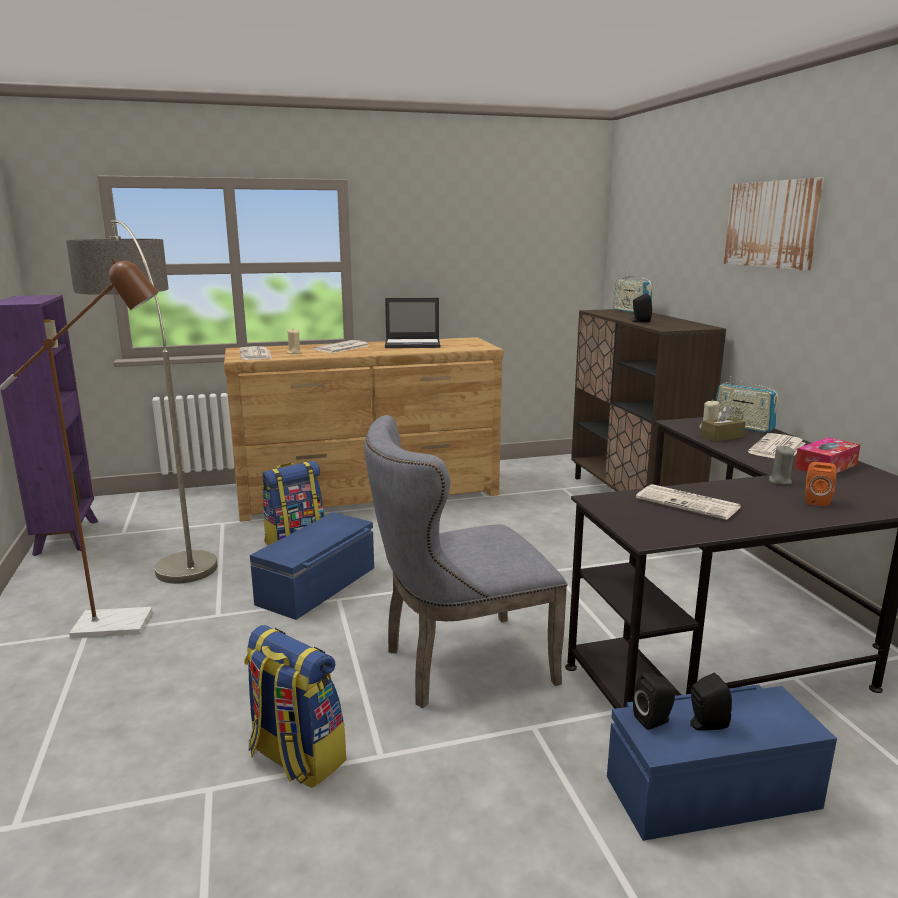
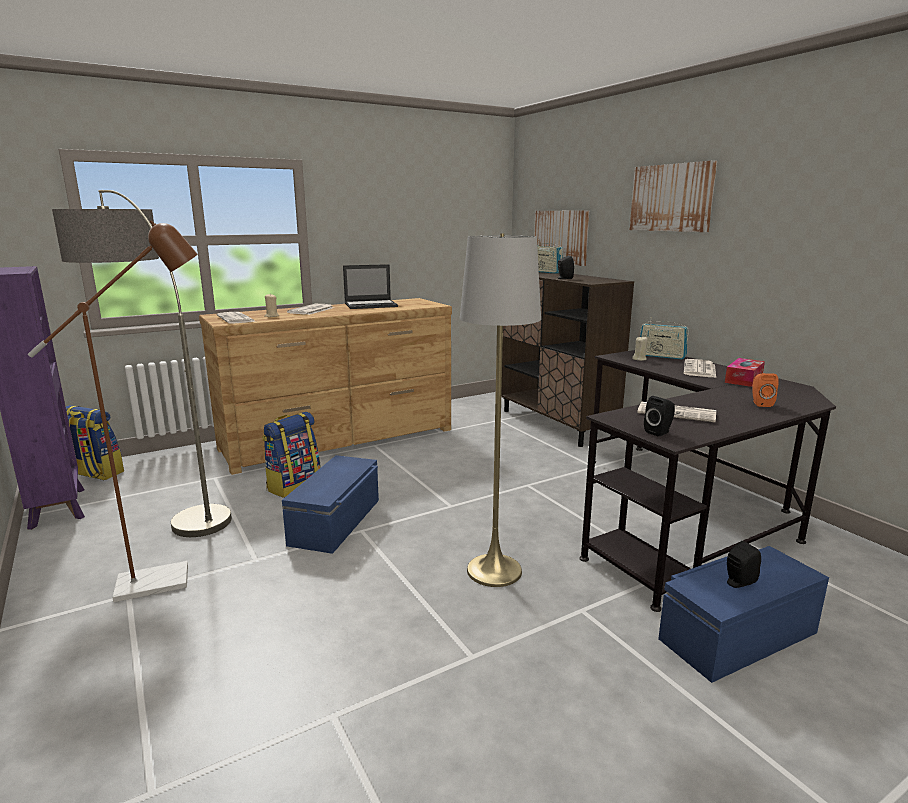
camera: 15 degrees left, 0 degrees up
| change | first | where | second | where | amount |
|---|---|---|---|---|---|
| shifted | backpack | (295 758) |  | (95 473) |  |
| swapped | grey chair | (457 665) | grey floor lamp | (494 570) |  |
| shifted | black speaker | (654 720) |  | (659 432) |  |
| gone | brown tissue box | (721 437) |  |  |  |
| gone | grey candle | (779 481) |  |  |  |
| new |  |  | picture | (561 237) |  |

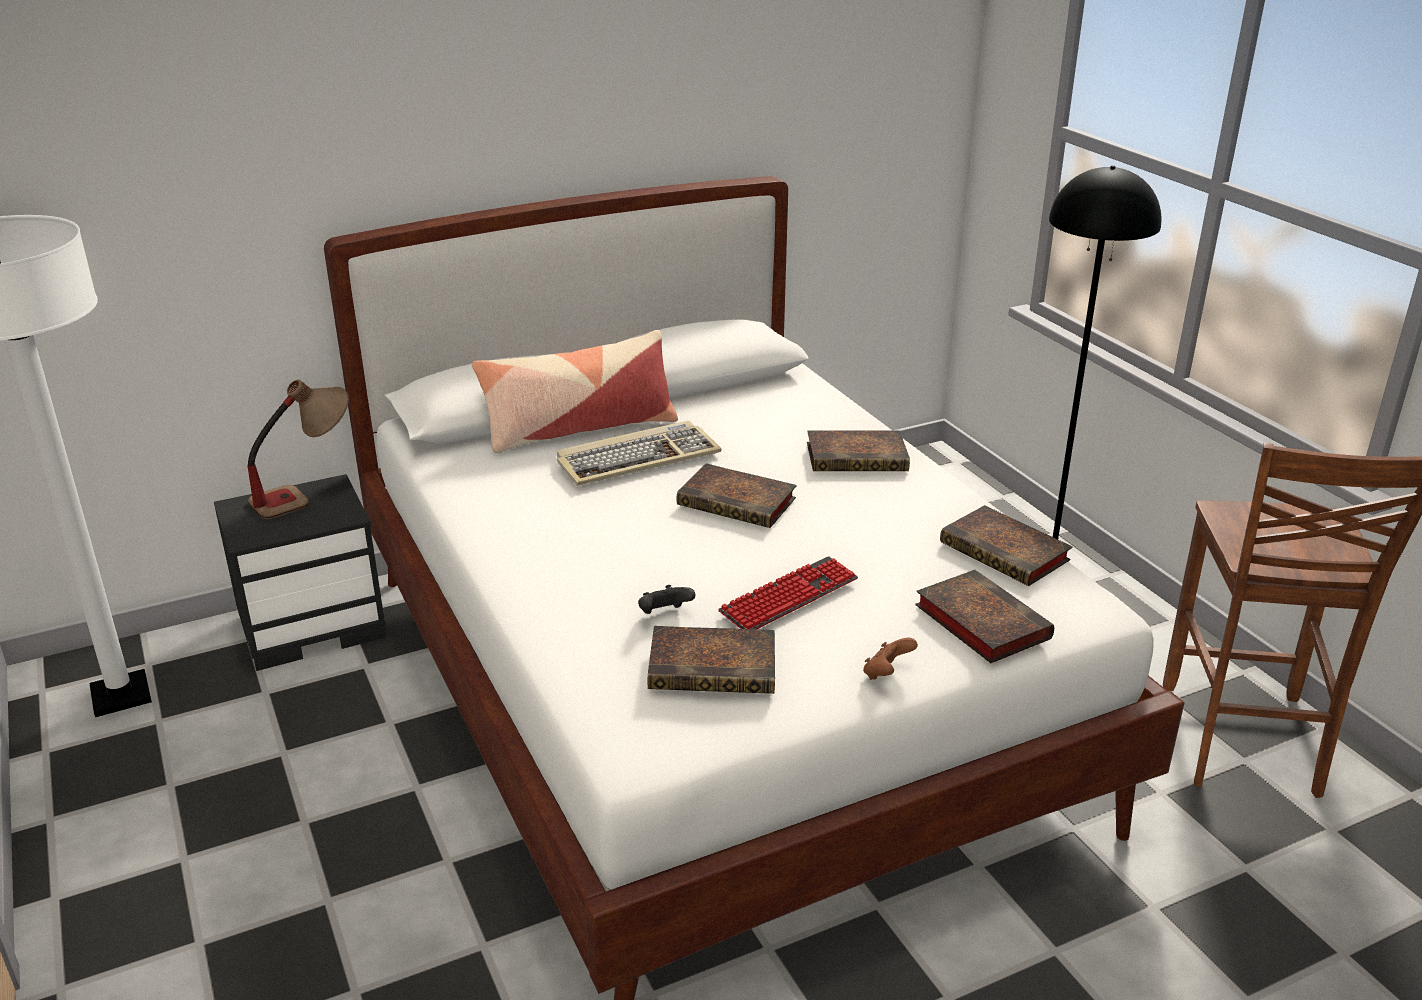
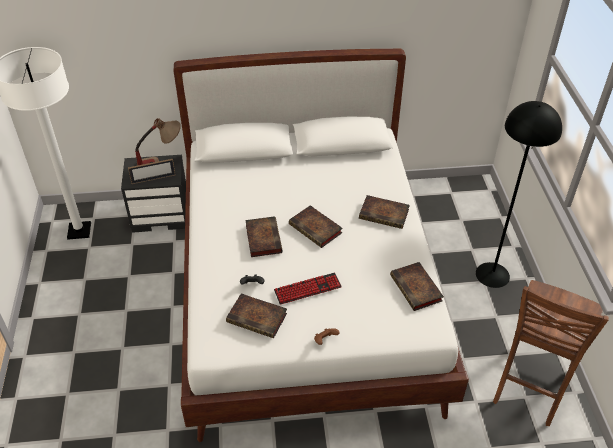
camera: 20 degrees right, 15 degrees up
| change | first | where | second | where | amount |
|---|---|---|---|---|---|
| gone | pillow | (579 429) |  |  |  |
| gone | keyboard | (638 458) |  |  |  |
| shifted | book | (978 621) |  | (263 238) |  |
| new |  |  | picture frame | (153 179) |  |

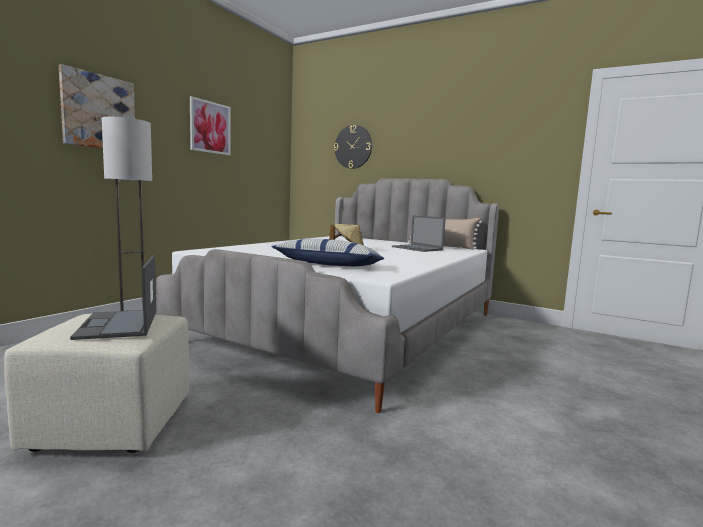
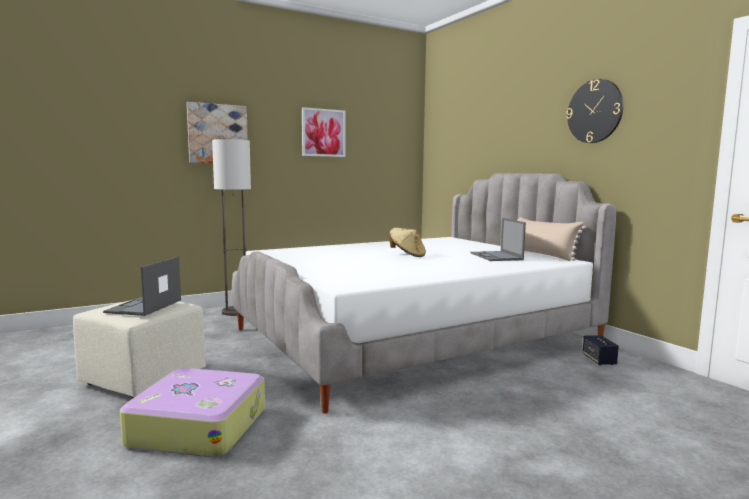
camera: 30 degrees right, 0 degrees up
| change | first | where | second | where | amount |
|---|---|---|---|---|---|
| gone | pillow | (328 265) |  |  |  |
| shifted | wall clock | (353 147) |  | (594 111) |  |
| new |  |  | suitcase | (198 426) |  |
| new |  |  | speaker | (599 360) |  |

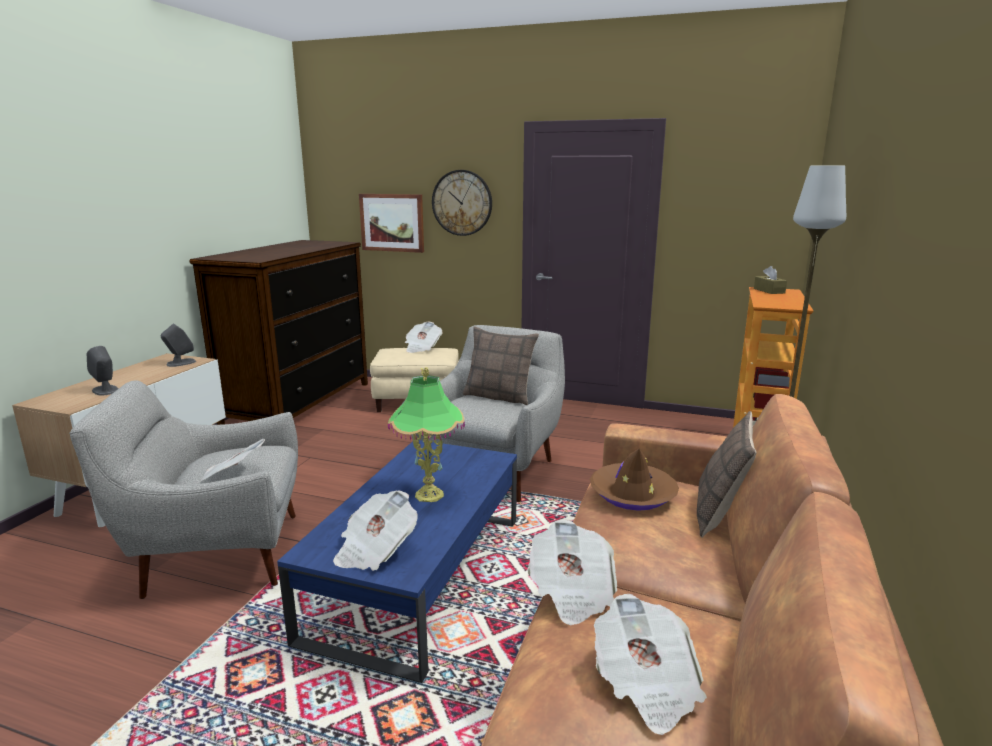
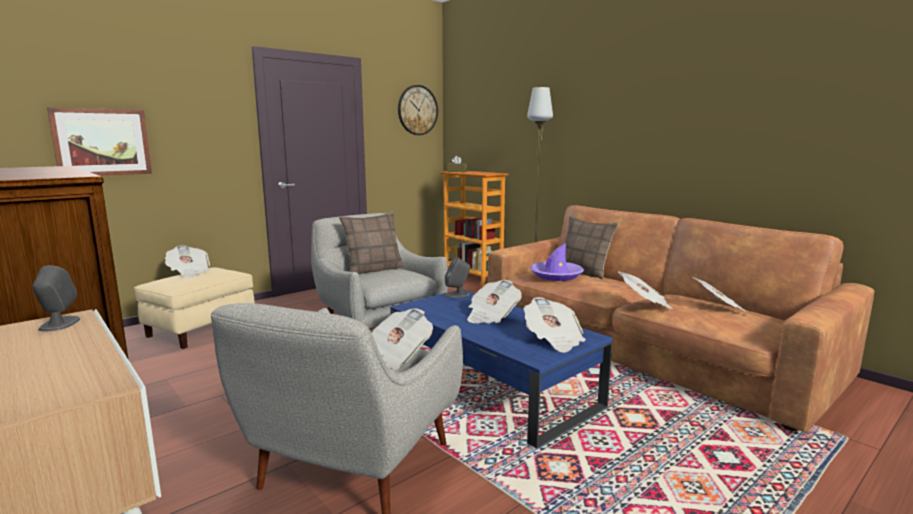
camera: 60 degrees left, 5 degrees down
| change | first | where | second | where | amount |
|---|---|---|---|---|---|
| shifted | grey speaker | (106 390) |  | (457 294) |  |
| swapped | table lamp | (428 495) | newspaper | (491 316) |  |
| shifted | wall clock | (462 203) |  | (417 110) |  |
| repainted | brown hat | (632 494) | purple hat | (556 275) |  |

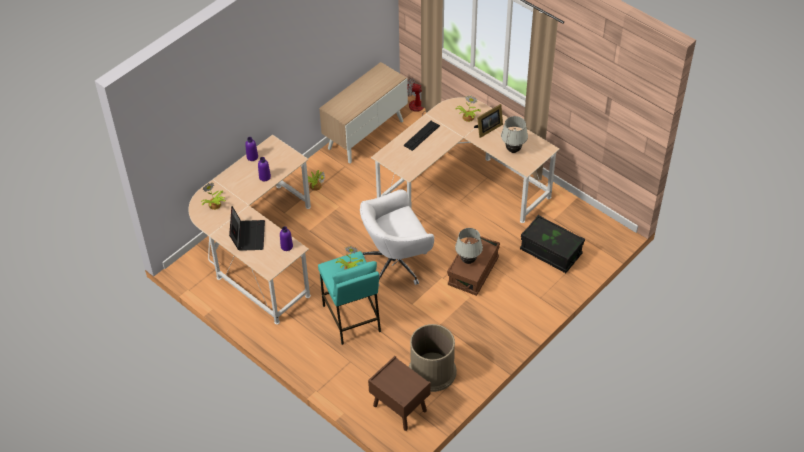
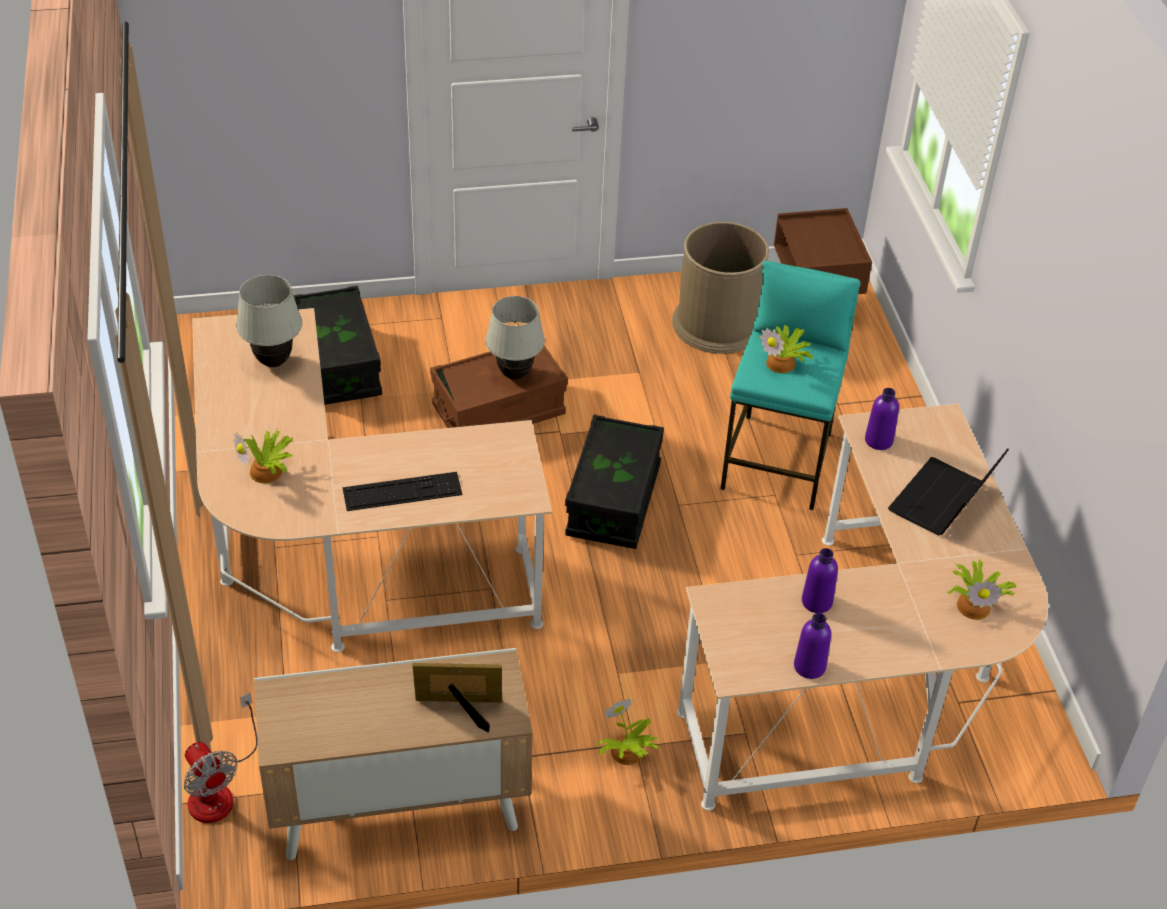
camera: 145 degrees left, 5 degrees down
| change | first | where | second | where | amount |
|---|---|---|---|---|---|
| swapped | white office chair | (396 263) | black storage box | (613 501) |  |
| shifted | picture frame | (487 129) |  | (461 709) |  |

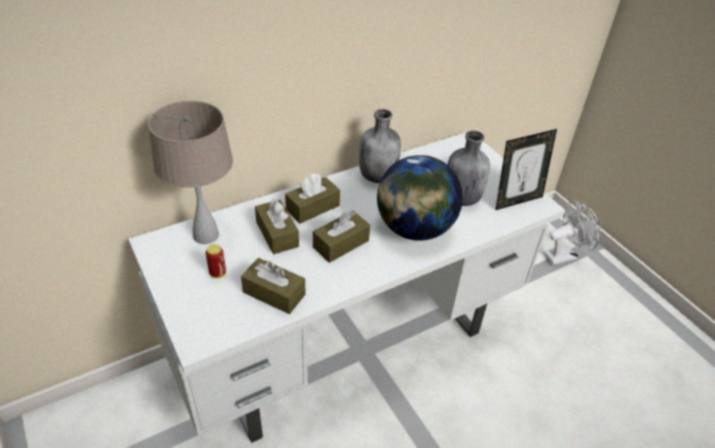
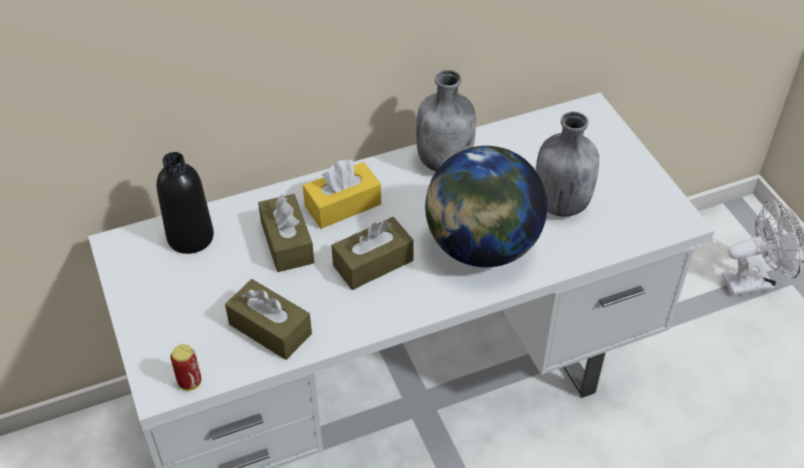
camera: 10 degrees right, 5 degrees up
| change | first | where | second | where | amount |
|---|---|---|---|---|---|
| swapped | beige table lamp | (206 235) | black bottle | (190 237) |  |
| shifted | can | (218 273) |  | (190 382) |  |
| repainted | brown tissue box | (312 207) | yellow tissue box | (343 205) |  |
| gone | picture frame | (516 200) |  |  |  |

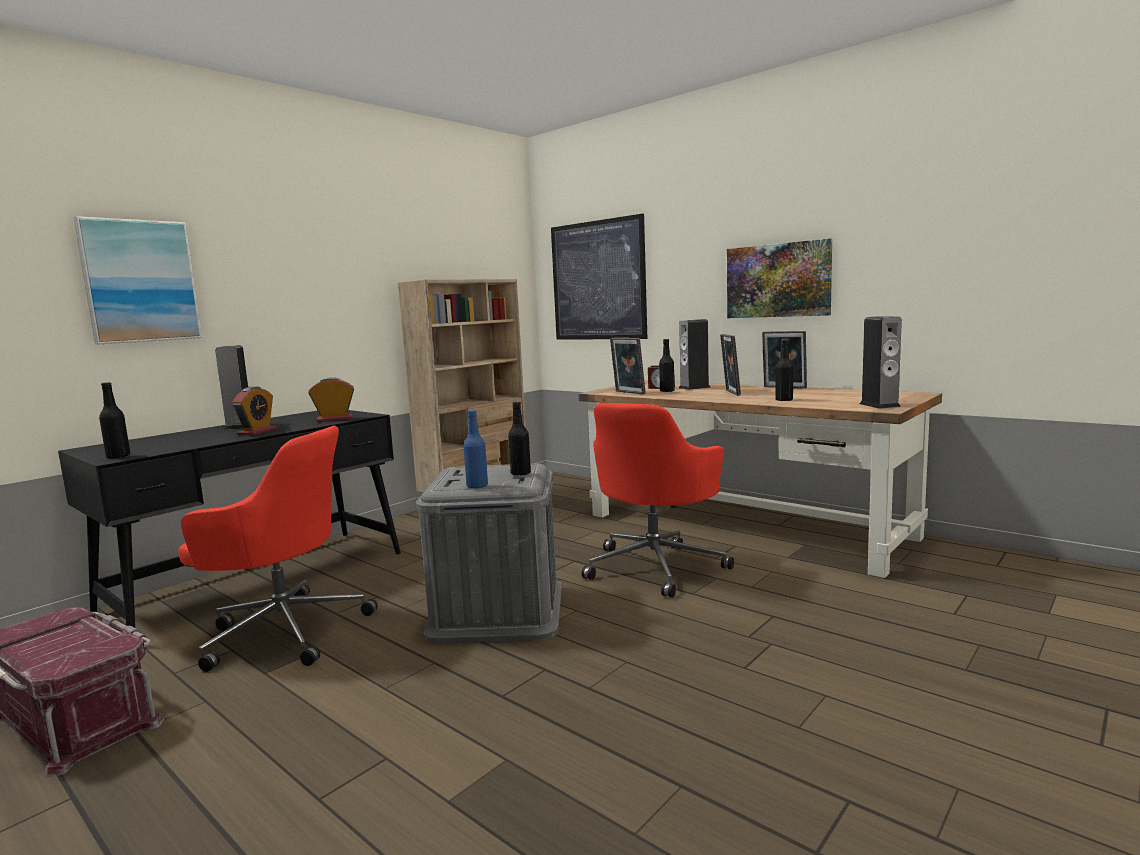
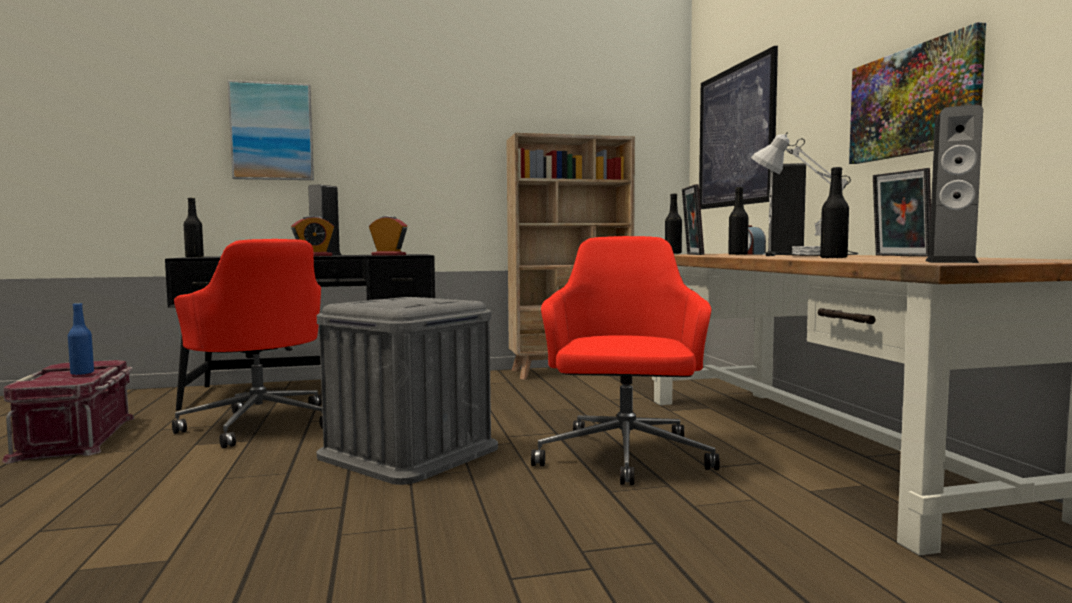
camera: 35 degrees right, 5 degrees down
| change | first | where | second | where | amount |
|---|---|---|---|---|---|
| shifted | blue bottle | (477 486) |  | (82 373) |  |
| shifted | black bottle | (520 473) |  | (673 254) |  |
| rotated | red office chair | (656 566) |  | (624 457) | 120 degrees clockwise |
| swapped | picture frame | (730 393) | white table lamp | (802 256) |  |

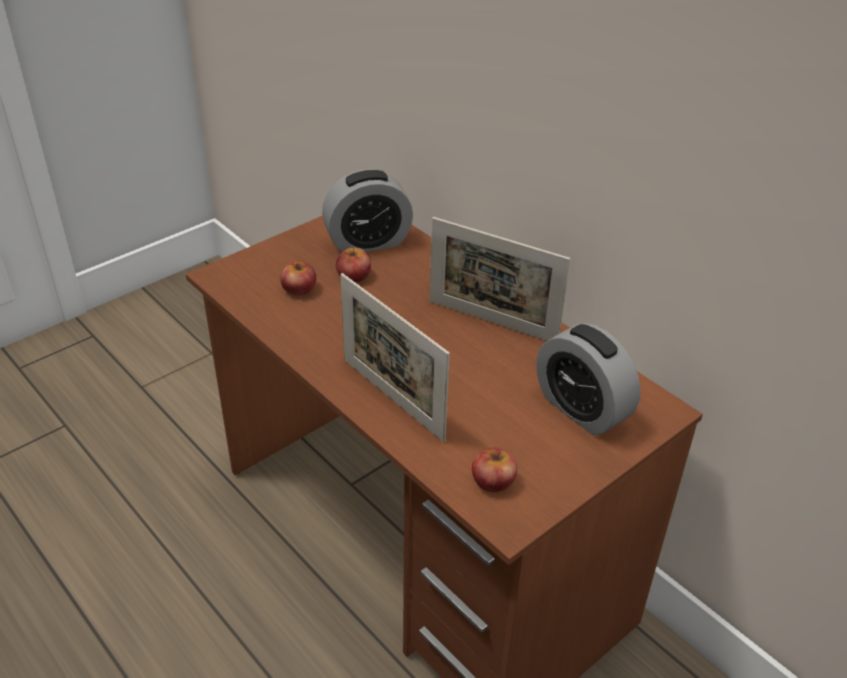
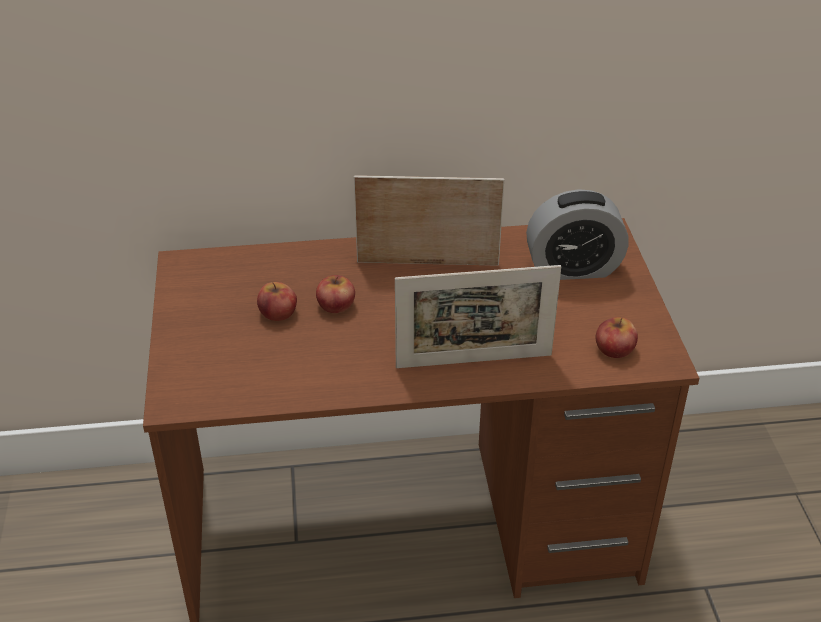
camera: 55 degrees left, 0 degrees up
| change | first | where | second | where | amount |
|---|---|---|---|---|---|
| shifted | apple | (299 288) |  | (336 305) |  |
| gone | alarm clock | (368 242) |  |  |  |
| rotated | picture frame | (492 322) |  | (427 263) | 150 degrees counterclockwise |

